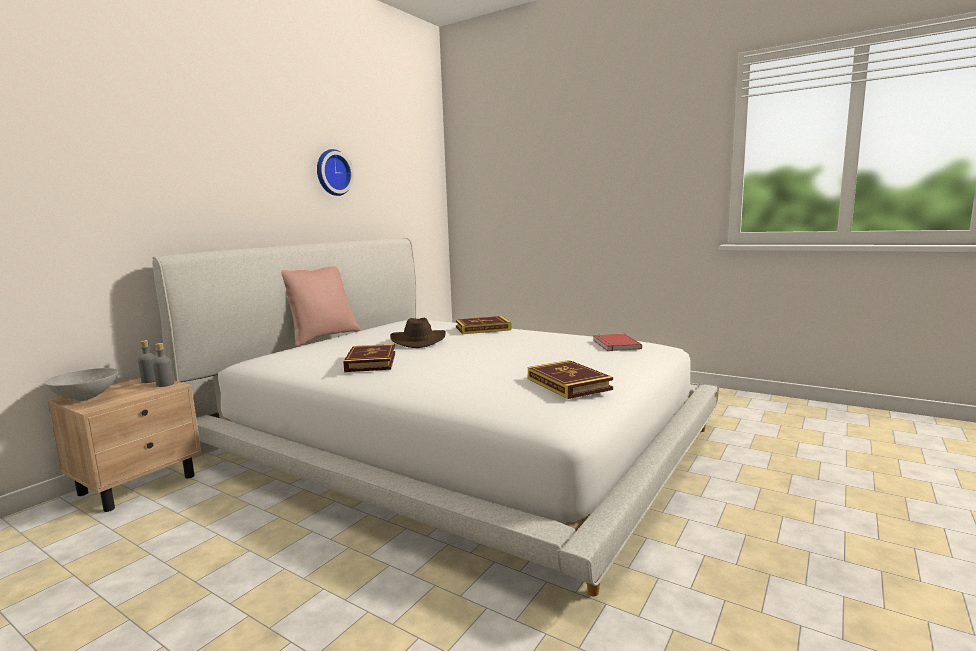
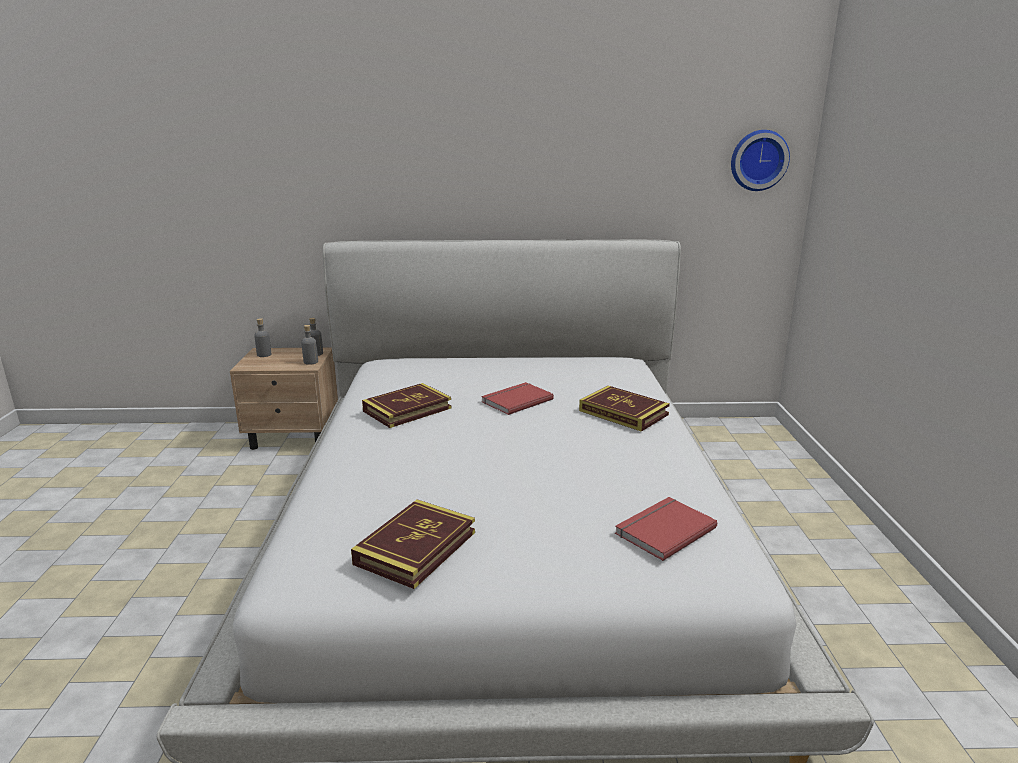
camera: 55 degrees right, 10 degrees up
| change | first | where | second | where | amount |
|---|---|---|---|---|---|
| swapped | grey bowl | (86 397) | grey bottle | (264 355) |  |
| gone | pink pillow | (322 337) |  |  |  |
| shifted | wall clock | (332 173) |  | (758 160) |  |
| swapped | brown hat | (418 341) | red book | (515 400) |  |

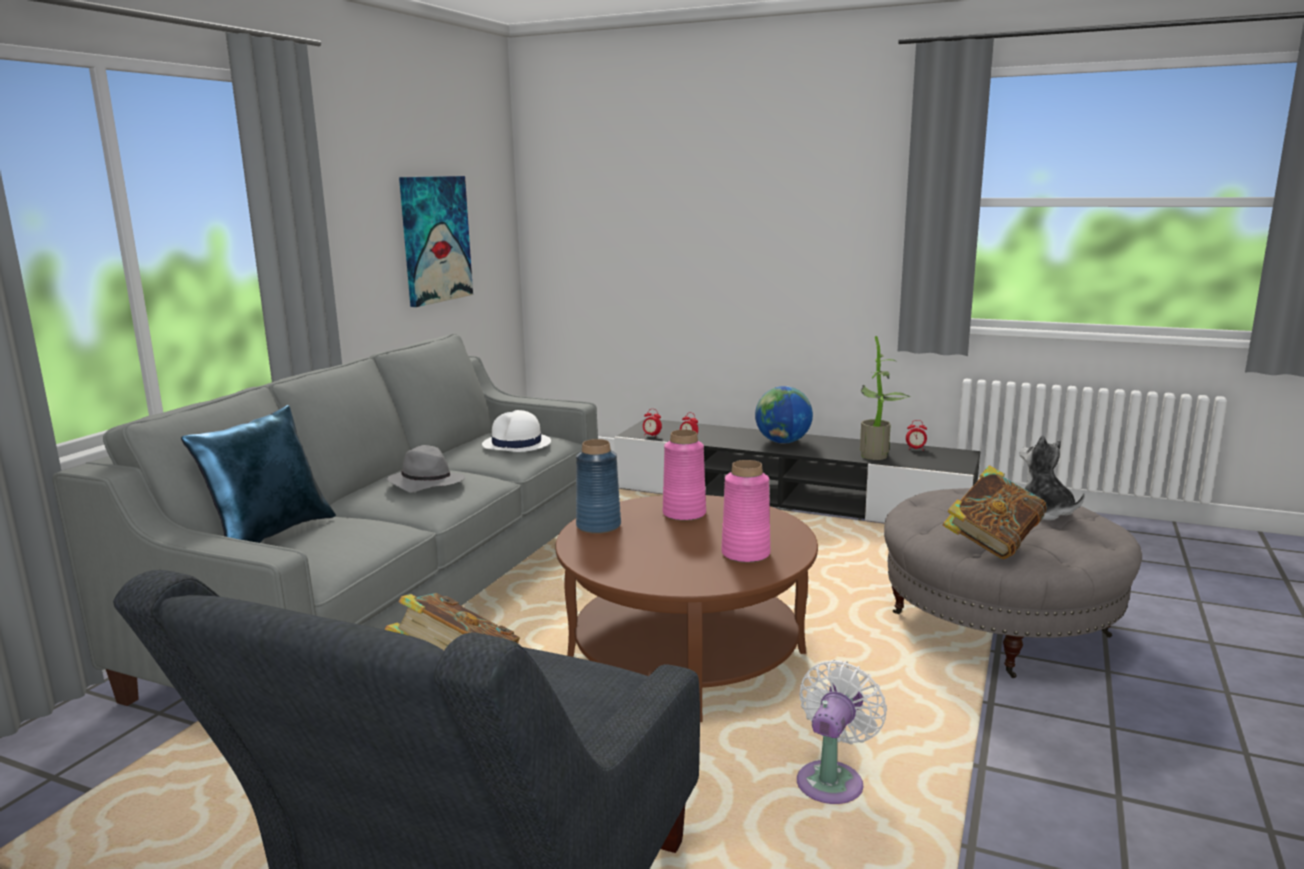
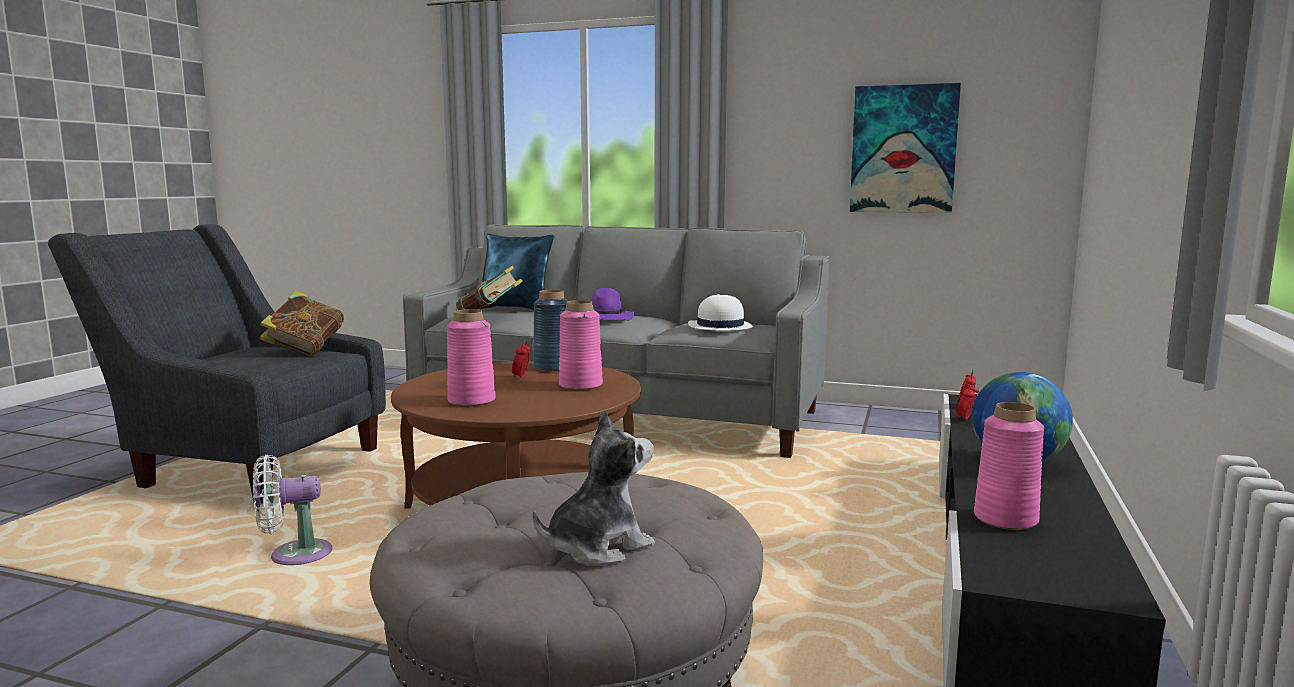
camera: 85 degrees right, 5 degrees down
| change | first | where | second | where | amount |
|---|---|---|---|---|---|
| repainted | grey hat | (425 484) | purple hat | (605 318) |  |
| rotated | white fan | (832 780) |  | (294 555) | 135 degrees clockwise |
| swapped | potted plant | (878 456) | pink vase | (1005 519) |  |
| shifted | alarm clock | (915 449) |  | (521 378) |  |
| shifted | book | (992 544) |  | (490 316) |  |

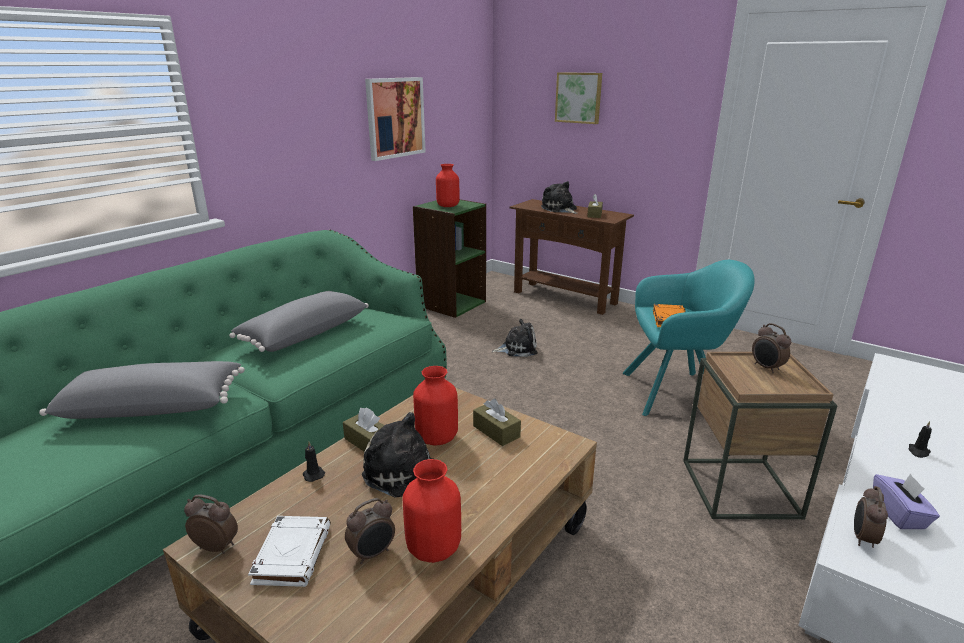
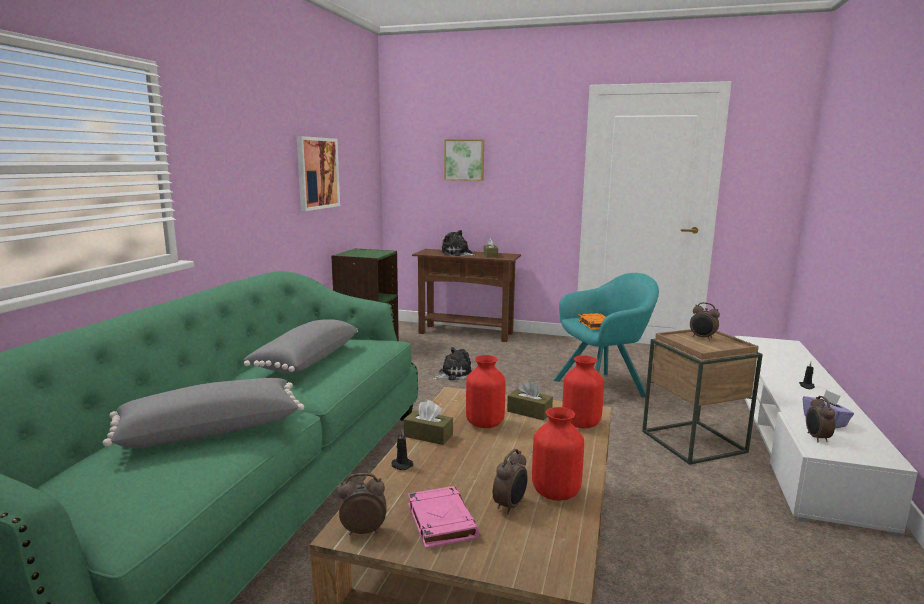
camera: 20 degrees left, 10 degrees down
| change | first | where | second | where | amount |
|---|---|---|---|---|---|
| repainted | white book | (292 554) | pink book | (440 521) |  |
| gone | plush toy | (404 475) |  |  |  |
| shifted | red vase | (447 206) |  | (581 424) |  |

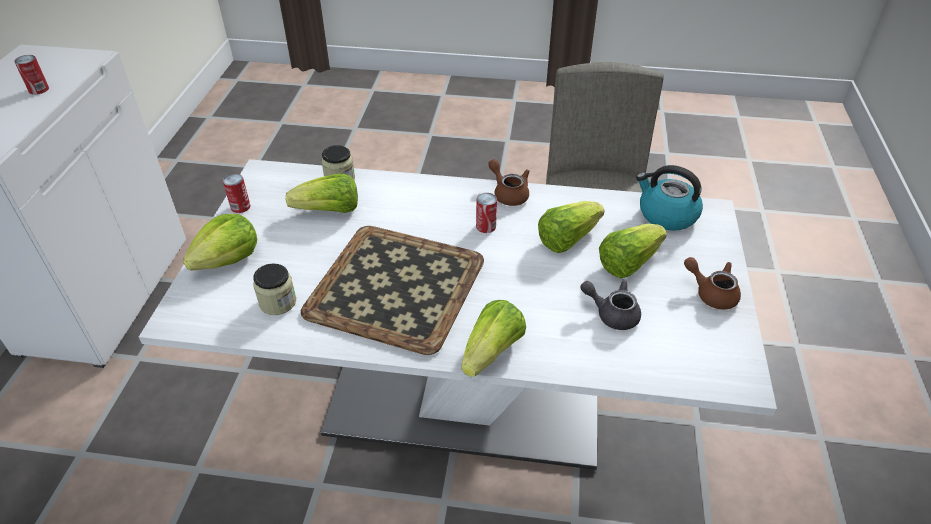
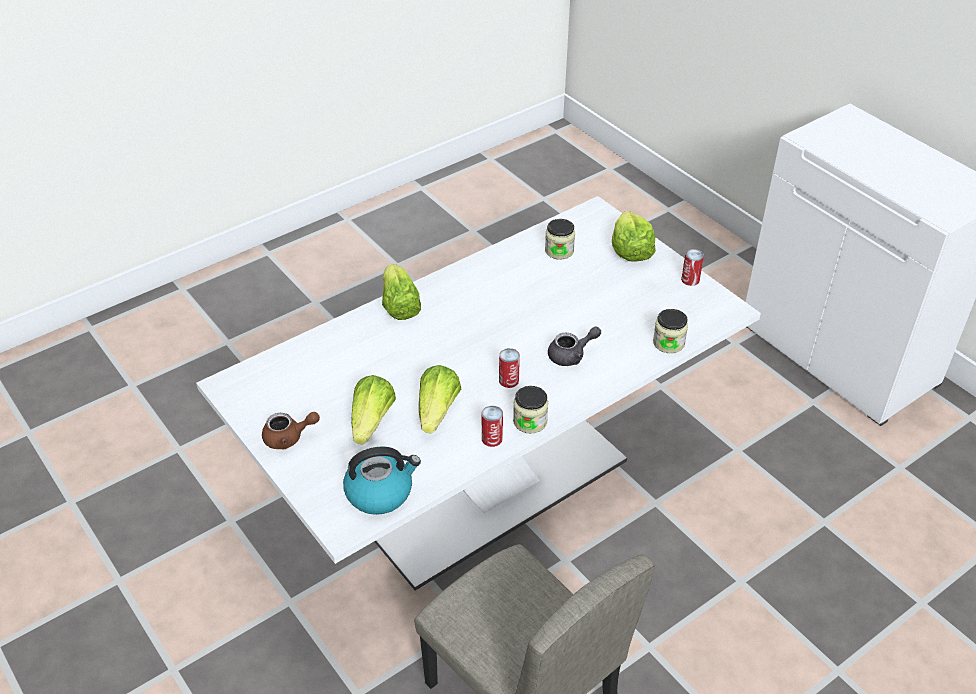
camera: 135 degrees right, 0 degrees up
| change | first | where | second | where | amount |
|---|---|---|---|---|---|
| shifted | can | (39 89) |  | (492 438) |  |
| gone | lettuce | (329 211) |  |  |  |
| gone | tray | (396 288) |  |  |  |
| swapped | brown teapot | (508 193) | jar | (530 421) |  |
| shifted | grey teapot | (612 313) |  | (571 355) |  |

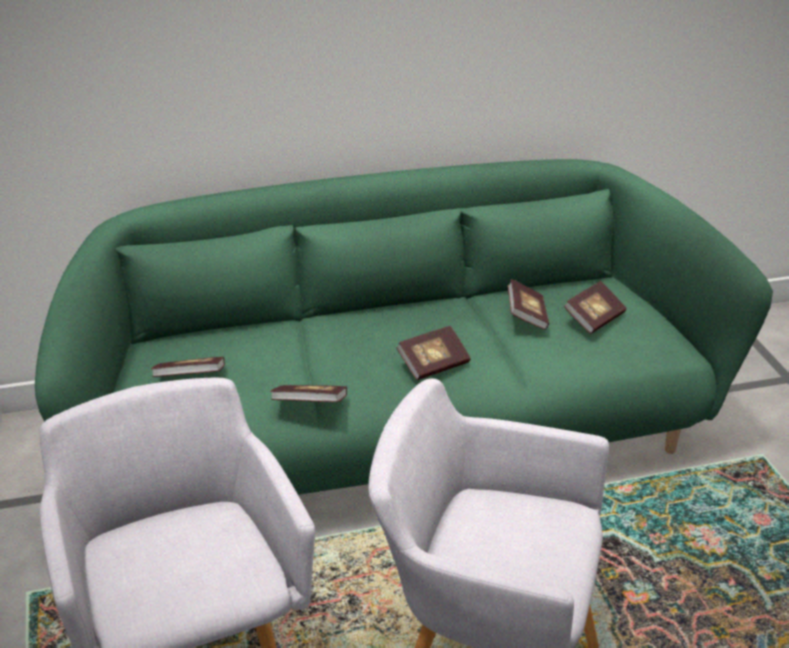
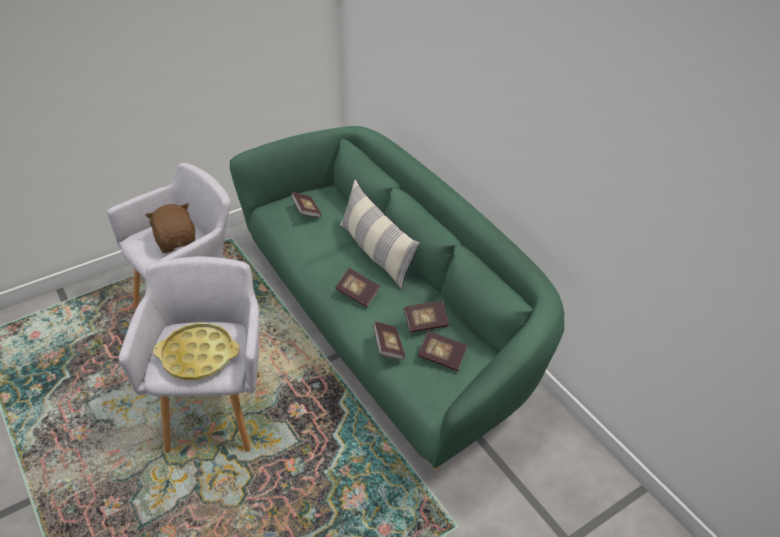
camera: 70 degrees right, 10 degrees up
| change | first | where | second | where | amount |
|---|---|---|---|---|---|
| shifted | book | (310 406) |  | (388 347) |  |
| new |  |  | brown plush toy | (176 241) |  |
| new |  |  | yellow tray | (198 356) |  |
| new |  |  | pillow | (376 252) |  |

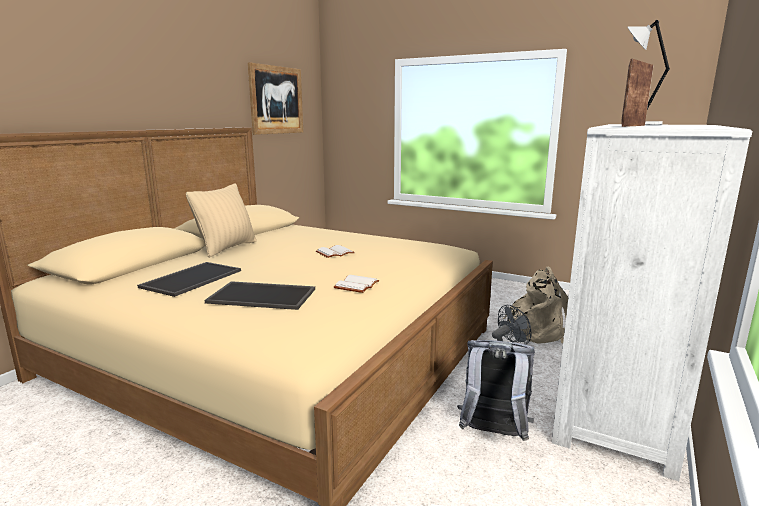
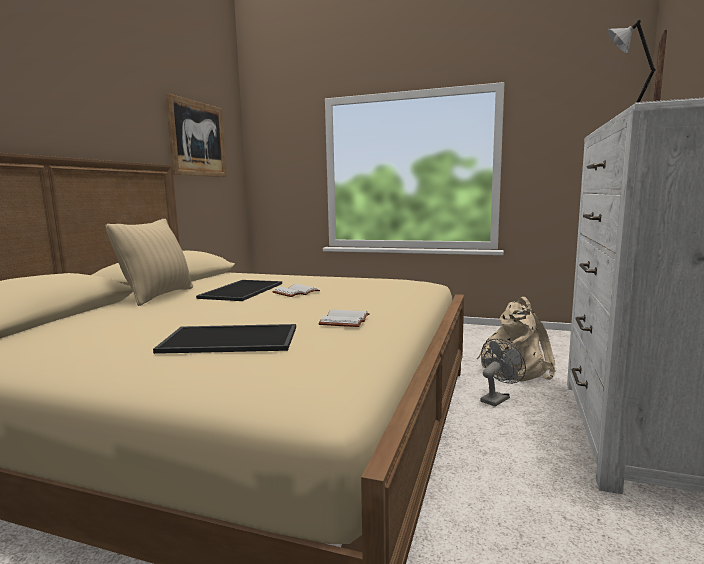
camera: 10 degrees left, 5 degrees down
| change | first | where | second | where | amount |
|---|---|---|---|---|---|
| shifted | tray | (191 278) |  | (241 290) |  |
| gone | grey backpack | (493 434) |  |  |  |

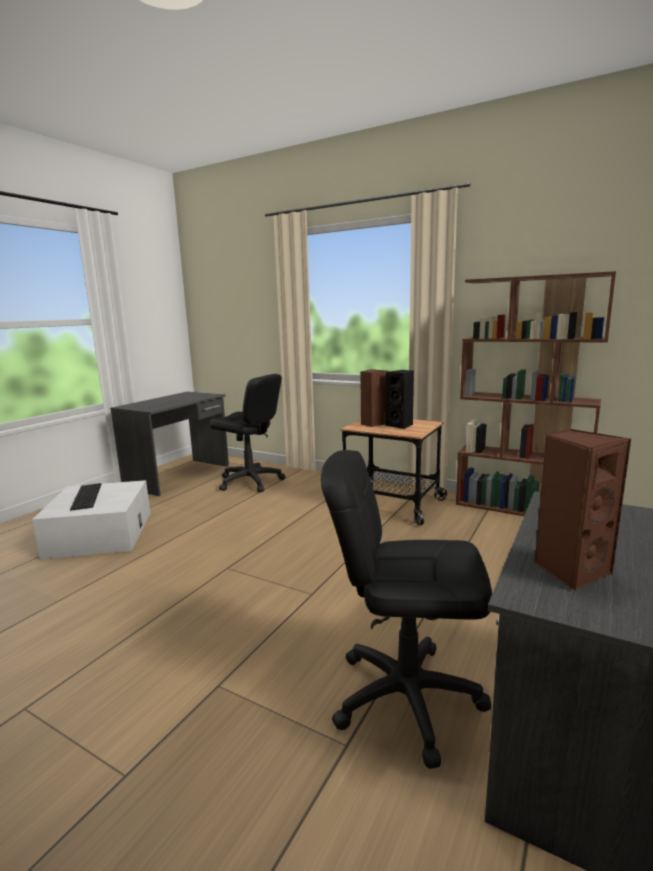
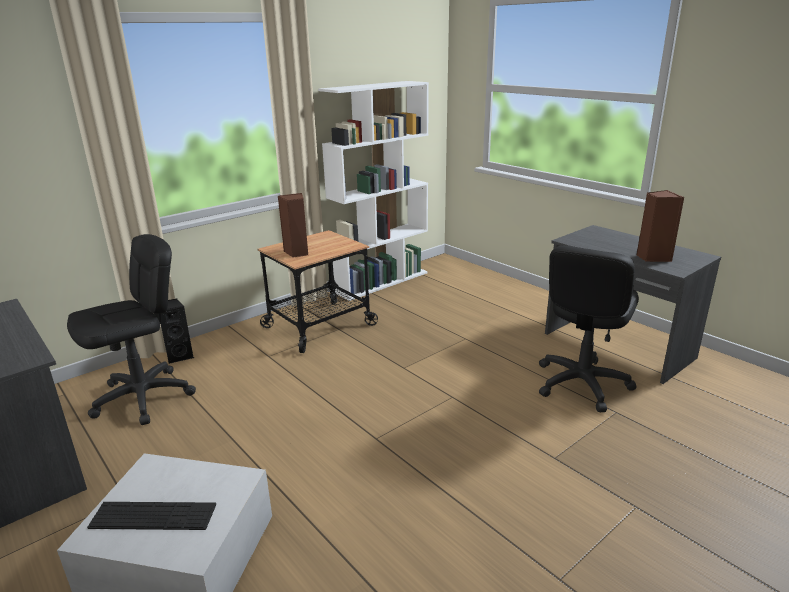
camera: 70 degrees left, 10 degrees up
| change | first | where | second | where | amount |
|---|---|---|---|---|---|
| shifted | black speaker | (400 425) |  | (180 356) |  |
| repainted | brown bookcase | (520 508) | white bookcase | (381 281) |  |

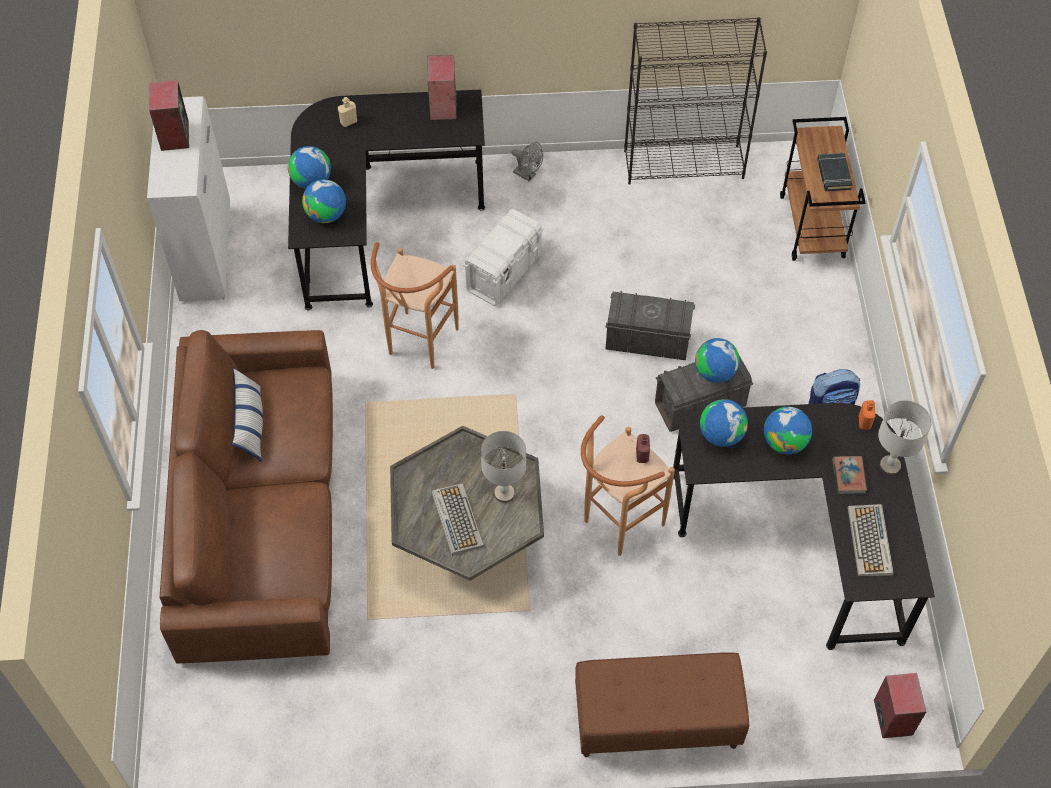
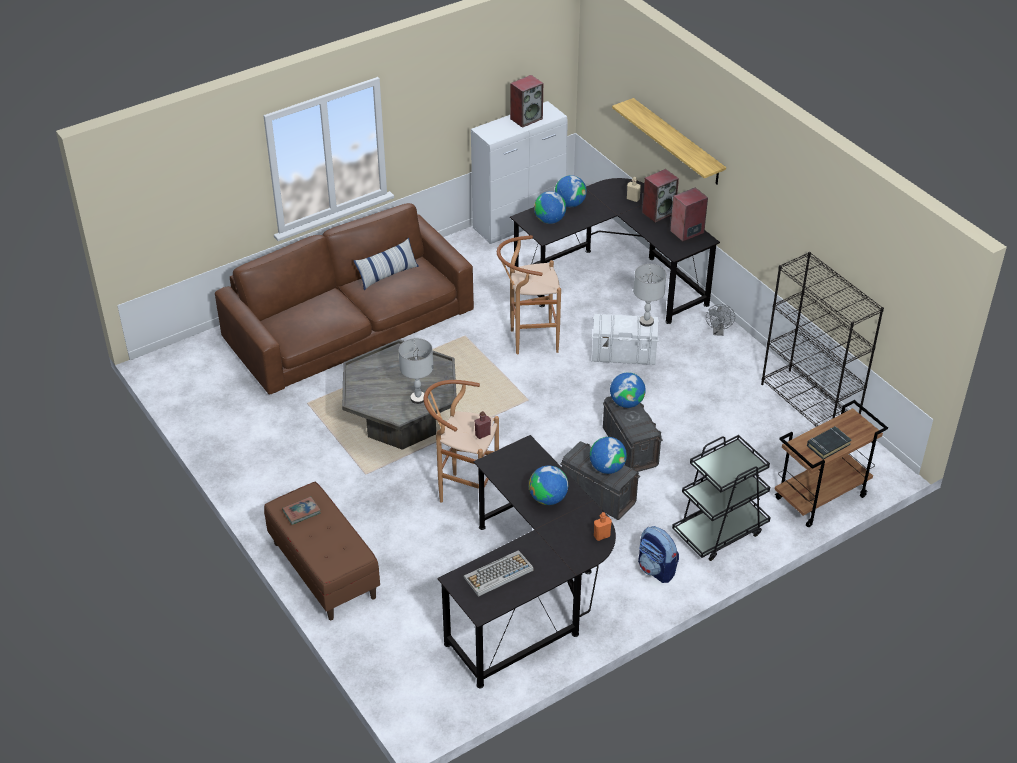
camera: 60 degrees right, 15 degrees down
| change | first | where | second | where | amount |
|---|---|---|---|---|---|
| gone | keyboard | (456 519) |  |  |  |
| shifted | globe | (721 435) |  | (626 403) |  |
| shifted | book | (848 476) |  | (301 512) |  |
| shifted | speaker | (892 717) |  | (658 212) |  |
| shifted | grey table lamp | (889 466) |  | (646 321) |  |
| new |  |  | shelf | (677 142) |  |
| new |  |  | black cart | (719 531) |  |

